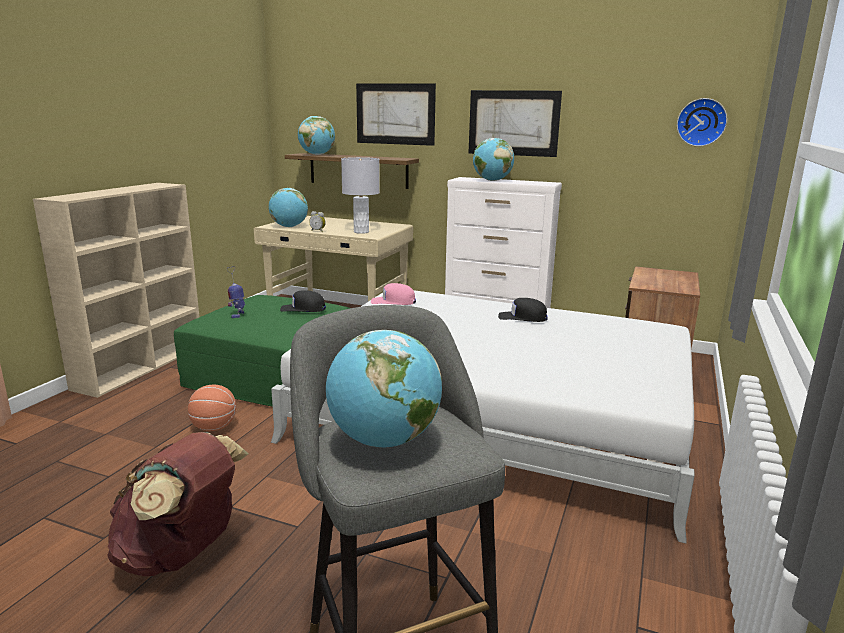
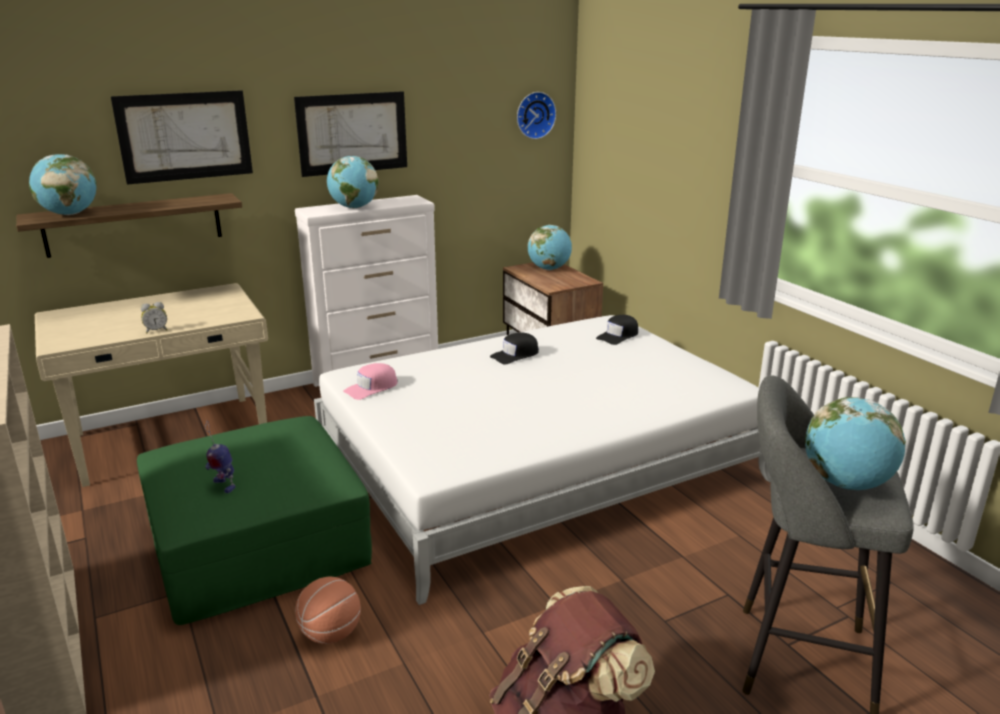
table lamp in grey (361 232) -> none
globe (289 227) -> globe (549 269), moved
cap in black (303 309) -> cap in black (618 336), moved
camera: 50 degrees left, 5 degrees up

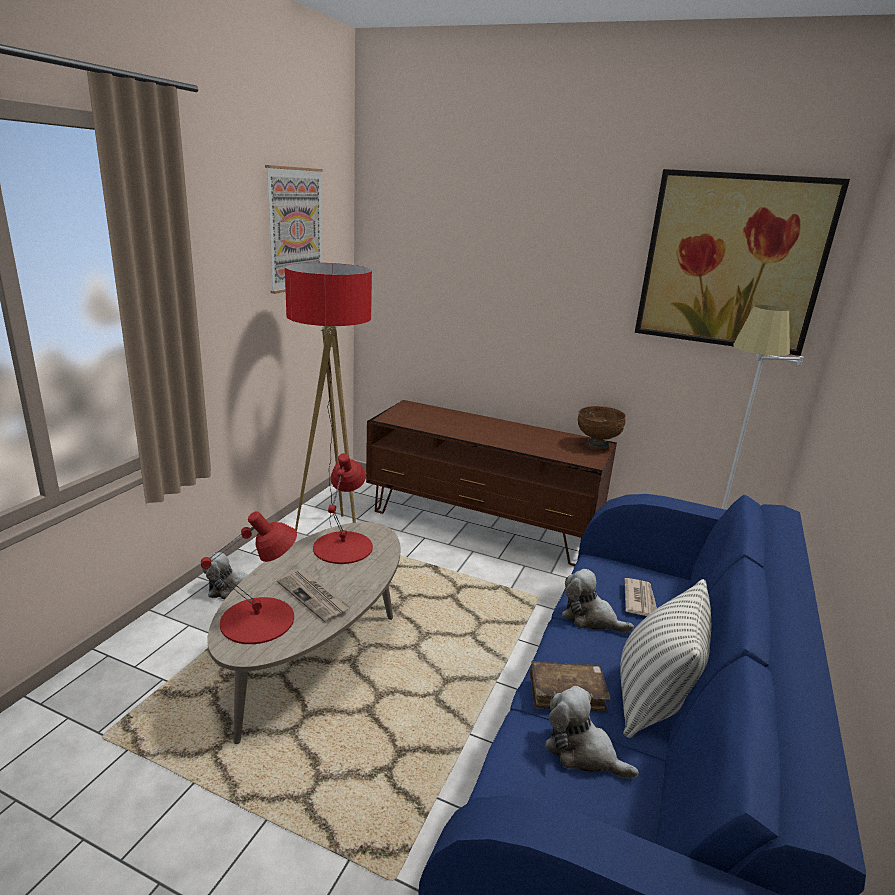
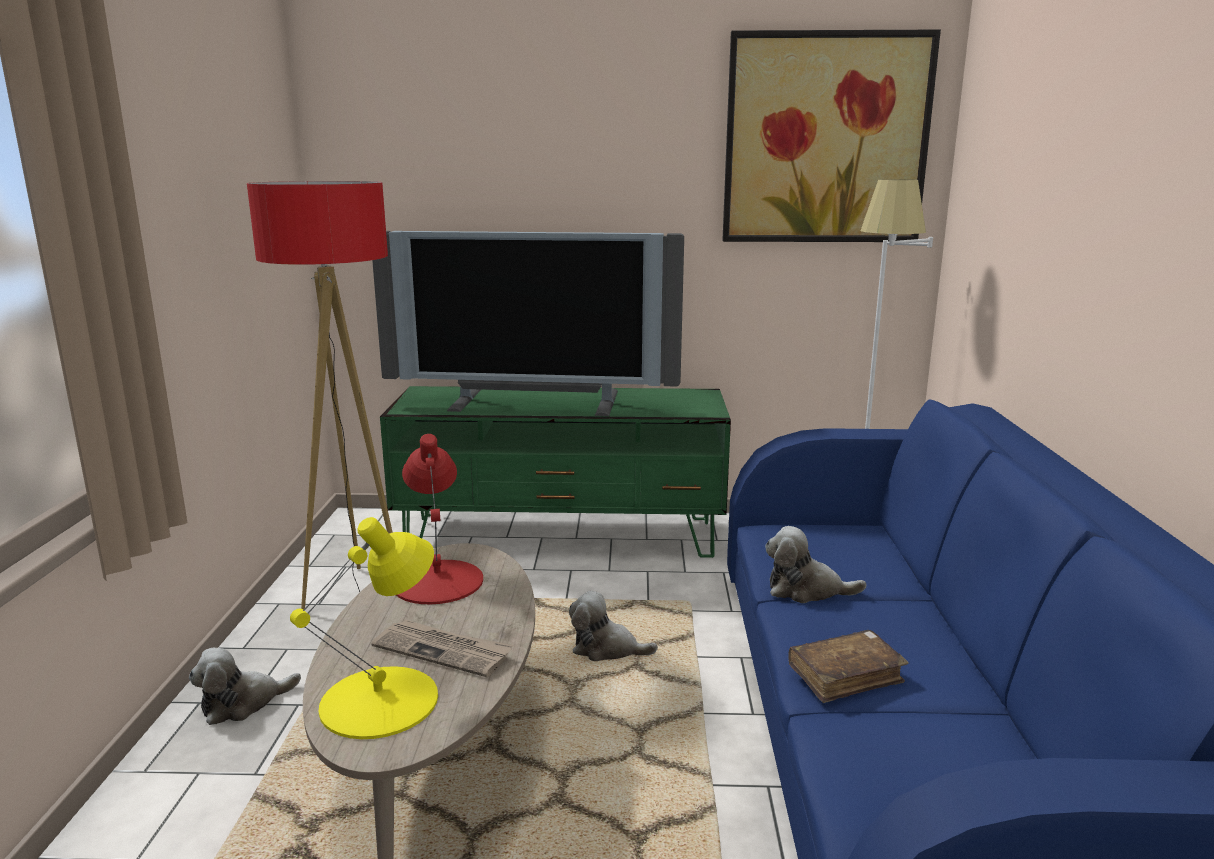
picture (295 229) -> none
bowl in brown (597 446) -> none
pillow (653 700) -> none
newspaper (640 600) -> none
none -> television (533 405)
plush toy (582 752) -> plush toy (606 649), moved
table lamp in red (259 620) -> table lamp in yellow (381 701)
tv stand in brown (482 524) -> tv stand in green (562 536)
camera: 20 degrees left, 5 degrees down

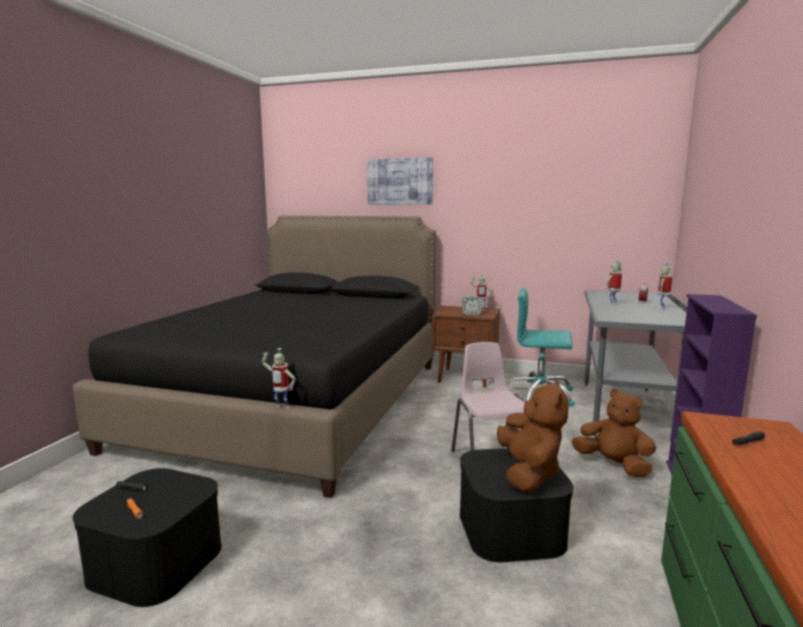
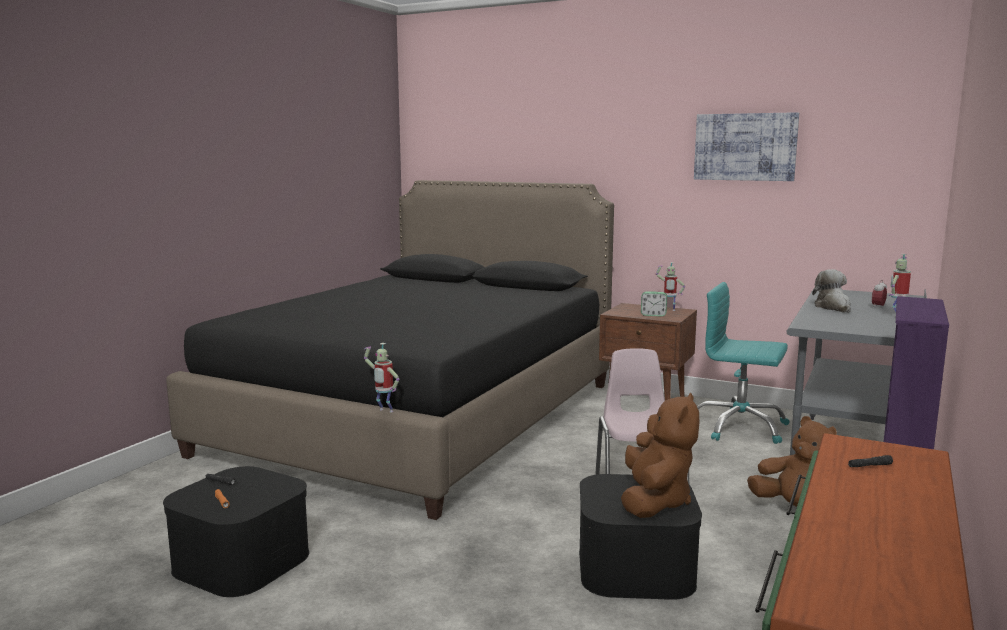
picture (400 181) -> picture (745 147), moved
toy robot (612 304) -> plush toy (833 307)
camera: 10 degrees right, 0 degrees up

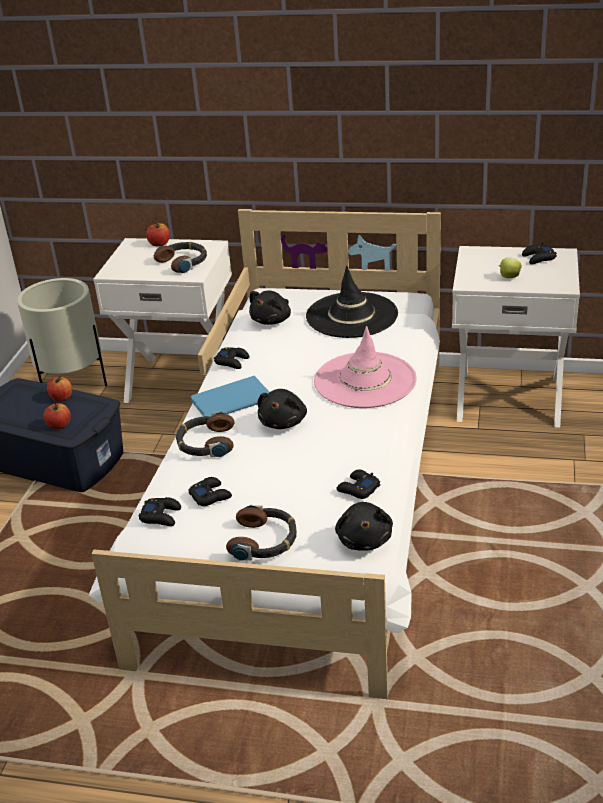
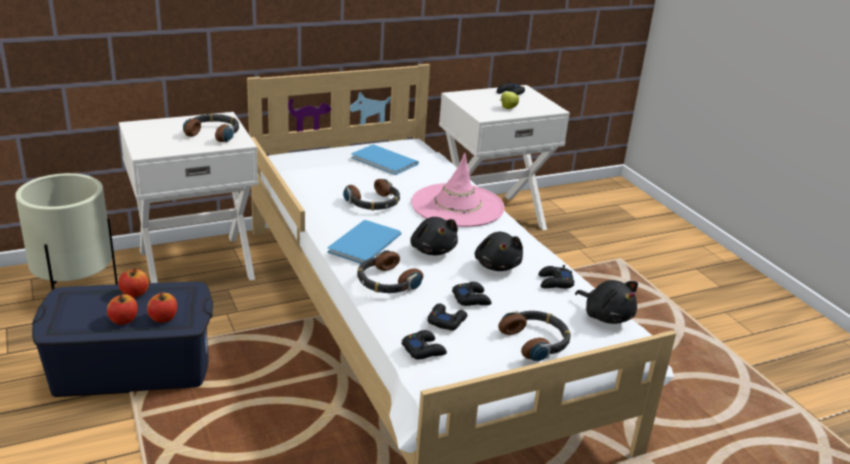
none -> headphones (373 203)
apple (159 244) -> apple (124 320), moved
game controller in black (232 361) -> game controller in black (471 299), moved
plush toy in black (272 320) -> plush toy in black (497 265), moved
hat in black (352 316) -> book in blue (384 162)
camera: 40 degrees left, 5 degrees down

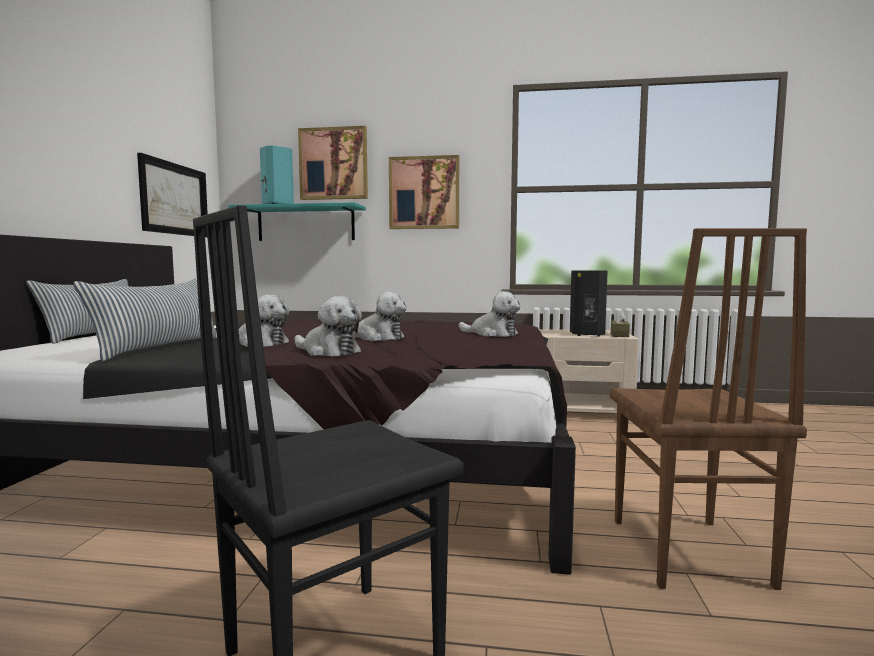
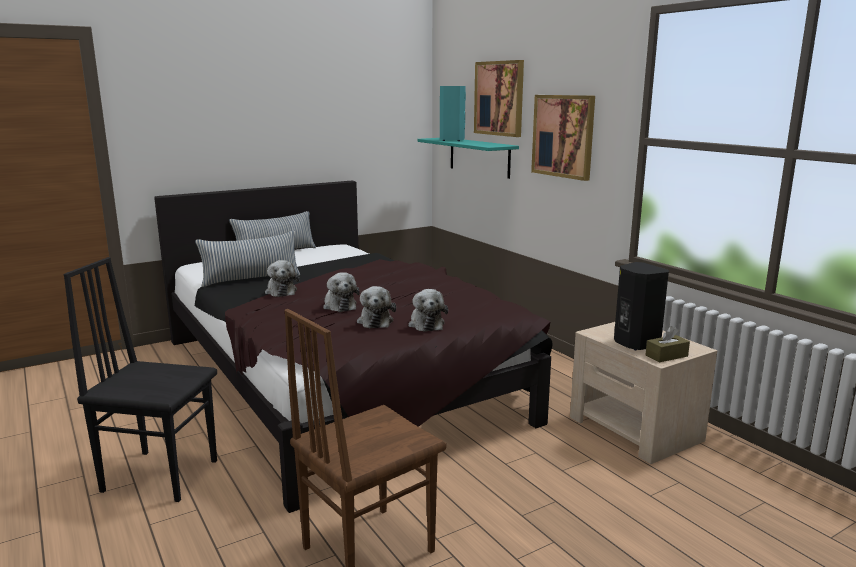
picture (174 199) -> none
plush toy (328 351) -> plush toy (375 321), moved
camera: 50 degrees right, 10 degrees up

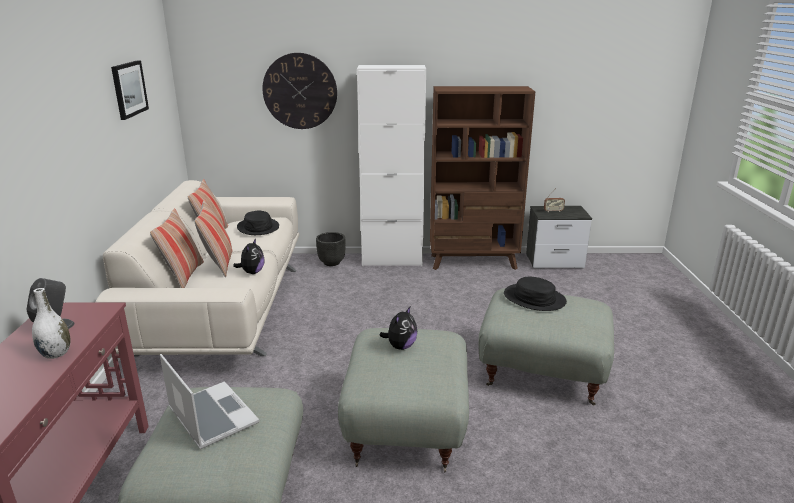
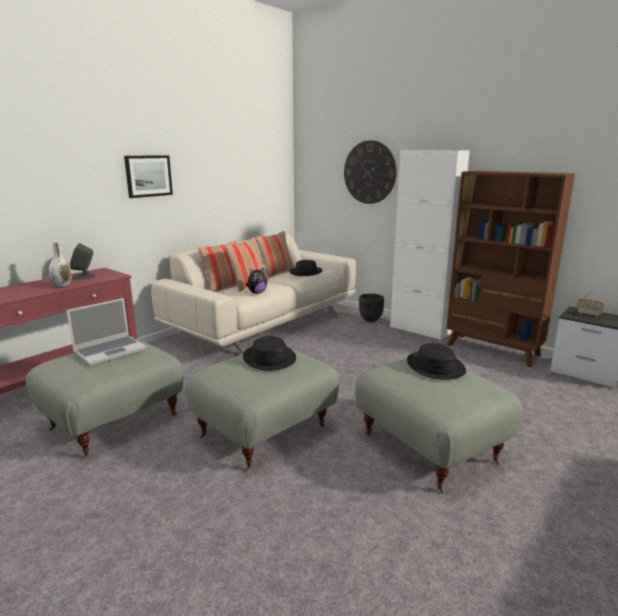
picture (129 89) -> picture (148 176), moved
plush toy (400 346) -> hat in black (269 358)
laptop (211 416) -> laptop (111 351), 45 degrees clockwise
camera: 40 degrees right, 5 degrees down

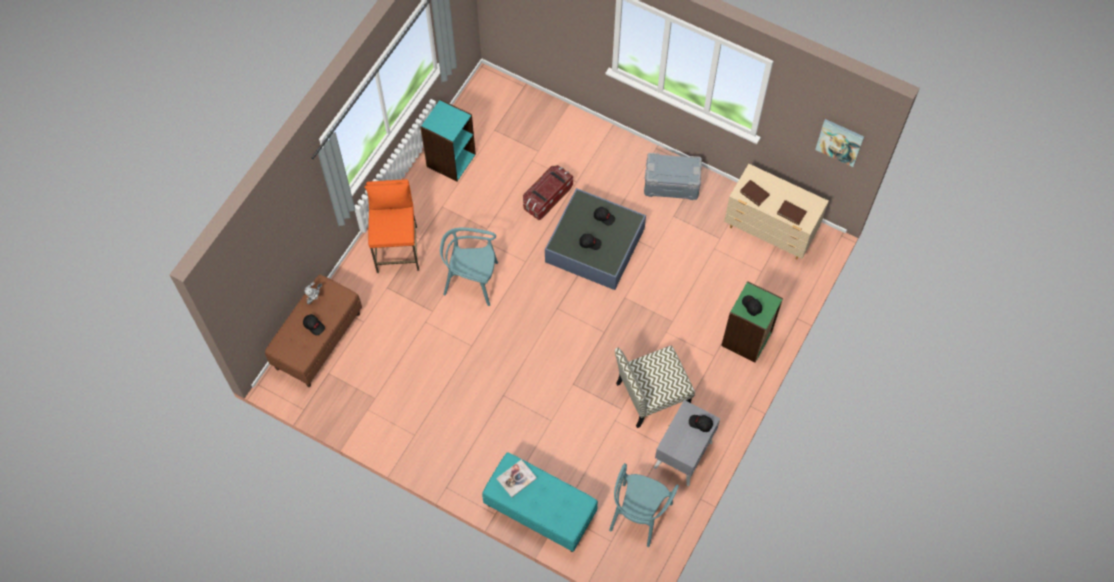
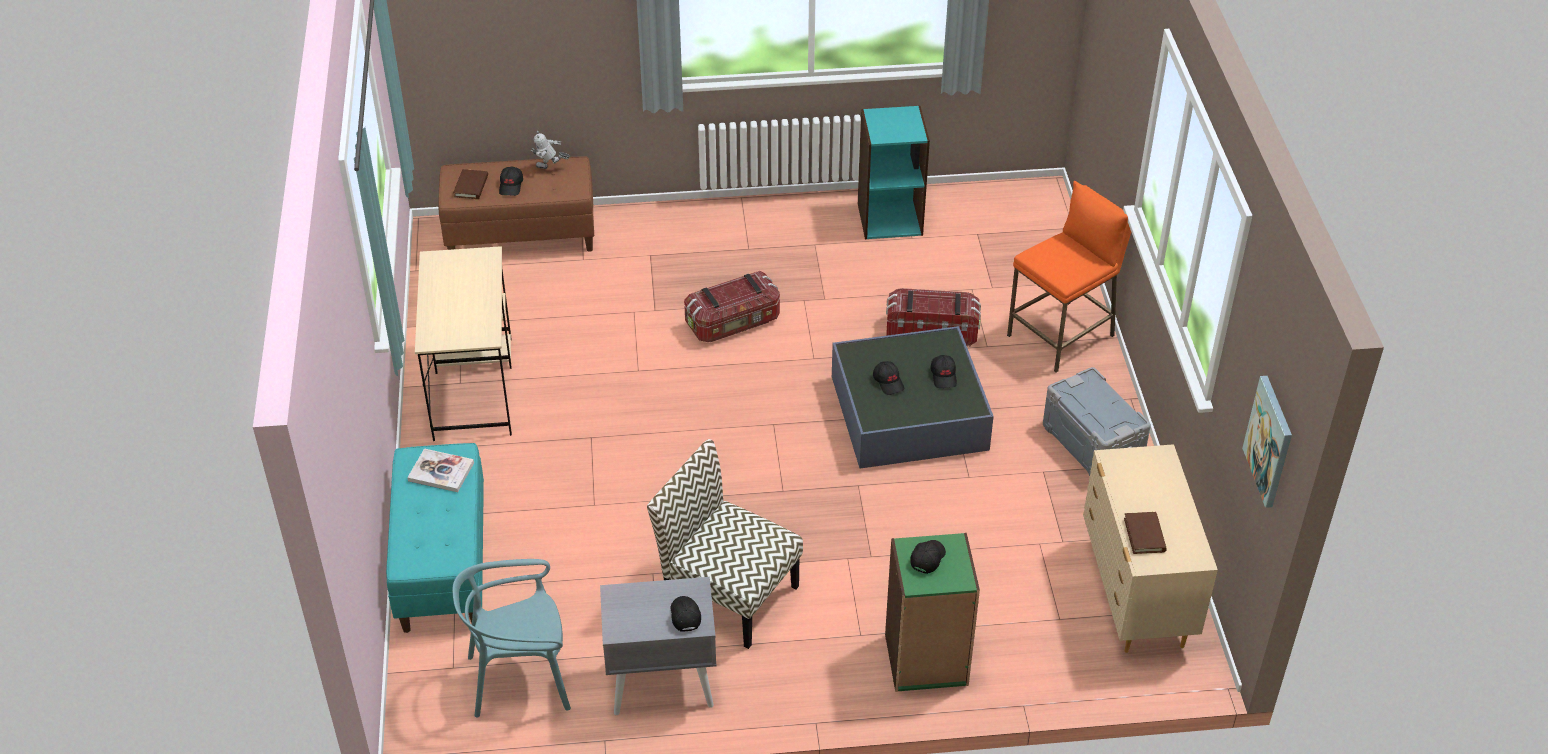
none -> desk in beige (473 387)
stool in orange (397 249) -> stool in orange (1061 336), moved
book in brown (754 193) -> book in brown (471 186), moved
chair in turquoise (471 281) -> storage box (733 323)
camera: 55 degrees right, 20 degrees down

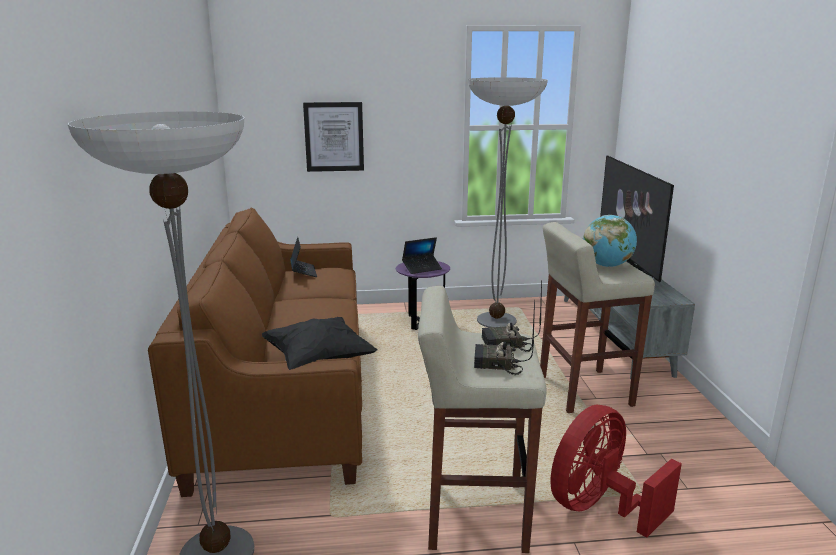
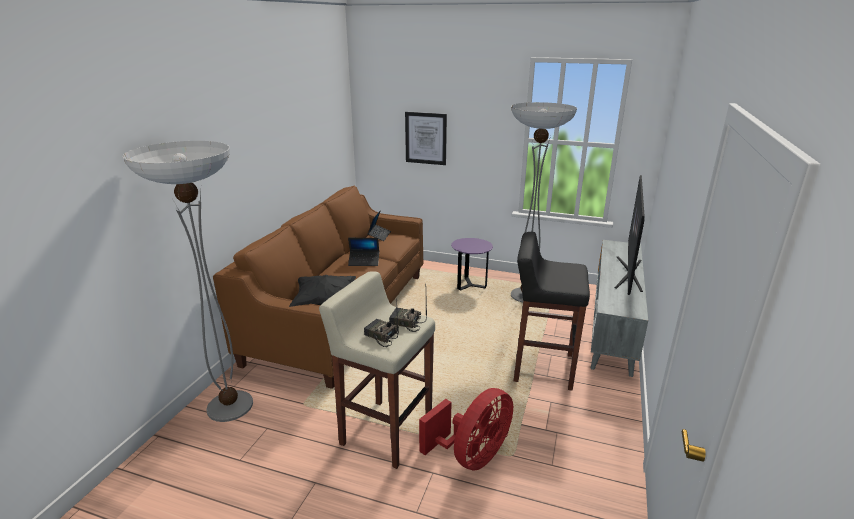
globe (607 265) -> none
laptop (422 268) -> laptop (364 261), moved
stool in beige (583 391) -> stool in black (542 367)
fan in red (599 507) -> fan in red (472 456), 150 degrees clockwise
camera: 25 degrees right, 5 degrees up

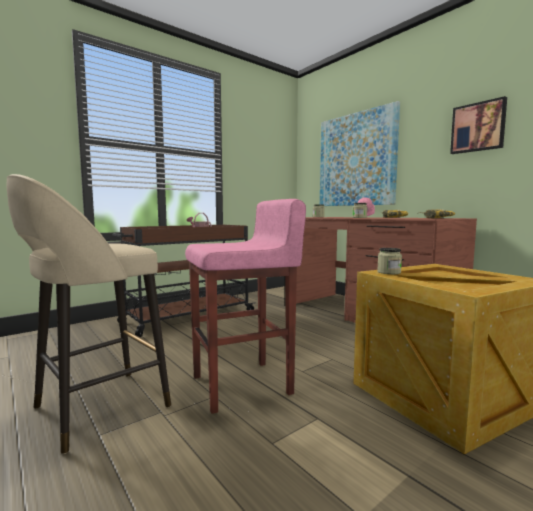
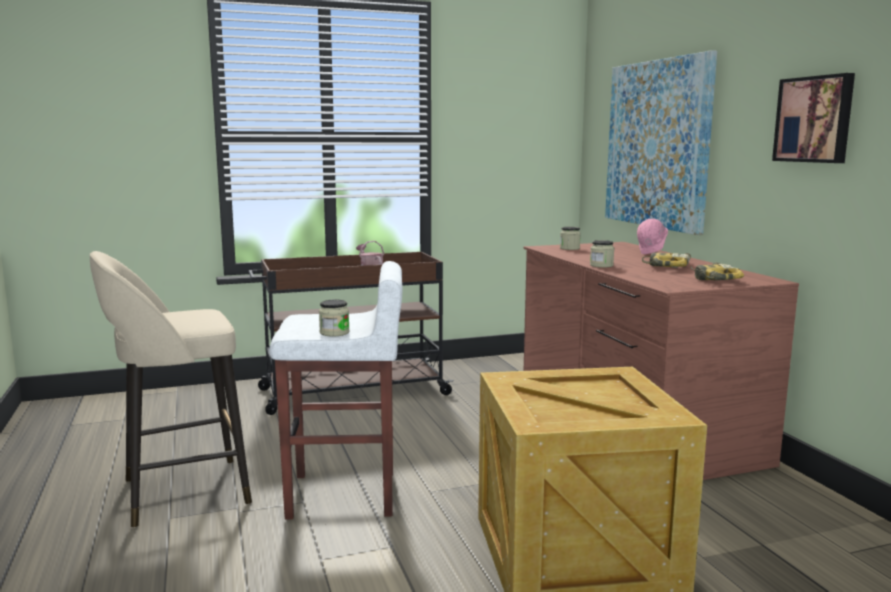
jar (389 272) -> jar (334 333), moved
stool in pink (243 385) -> stool in white (344 495)
camera: 20 degrees right, 5 degrees up

